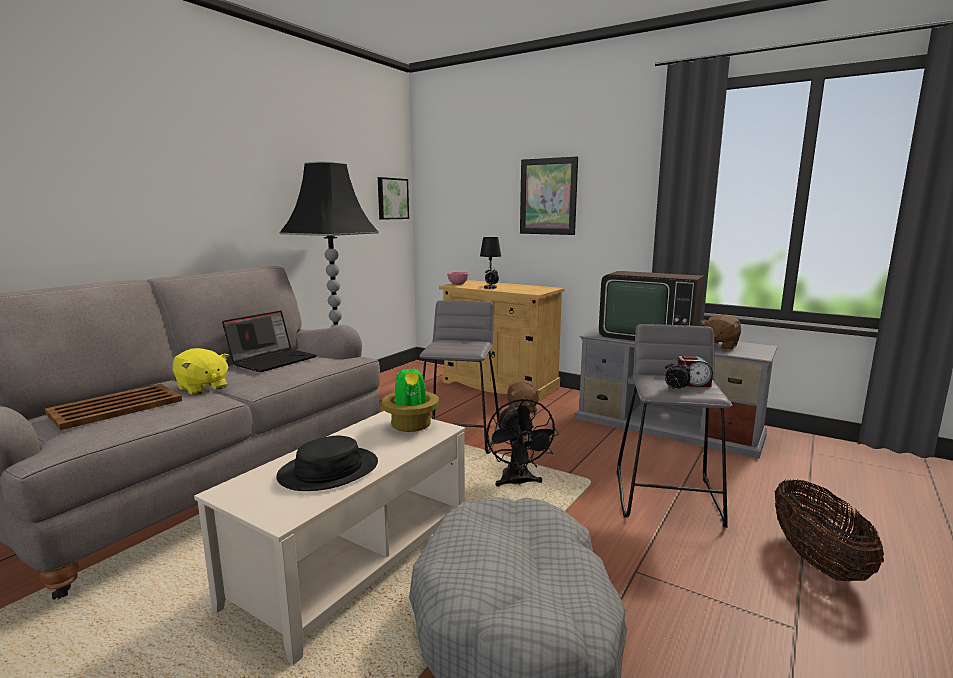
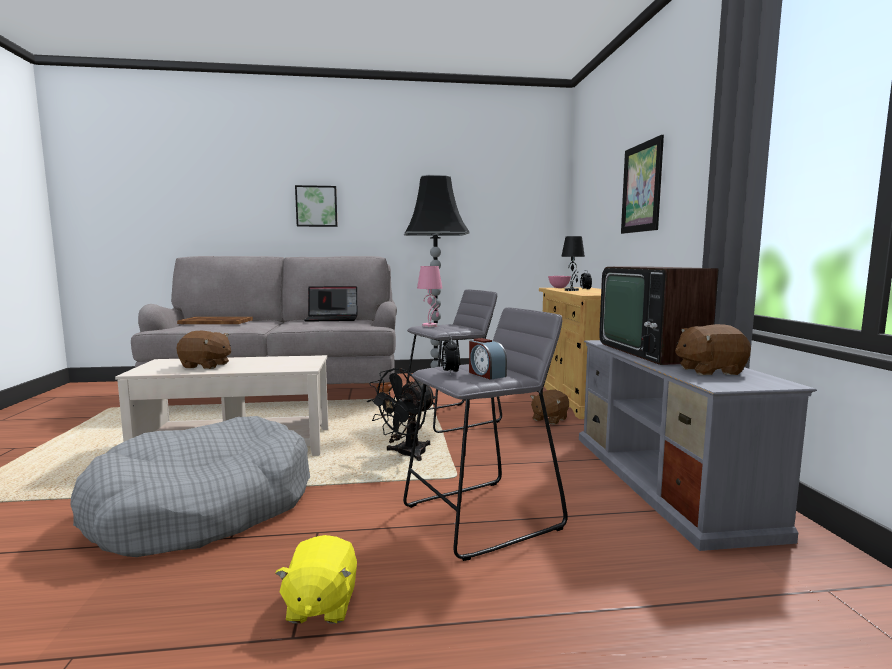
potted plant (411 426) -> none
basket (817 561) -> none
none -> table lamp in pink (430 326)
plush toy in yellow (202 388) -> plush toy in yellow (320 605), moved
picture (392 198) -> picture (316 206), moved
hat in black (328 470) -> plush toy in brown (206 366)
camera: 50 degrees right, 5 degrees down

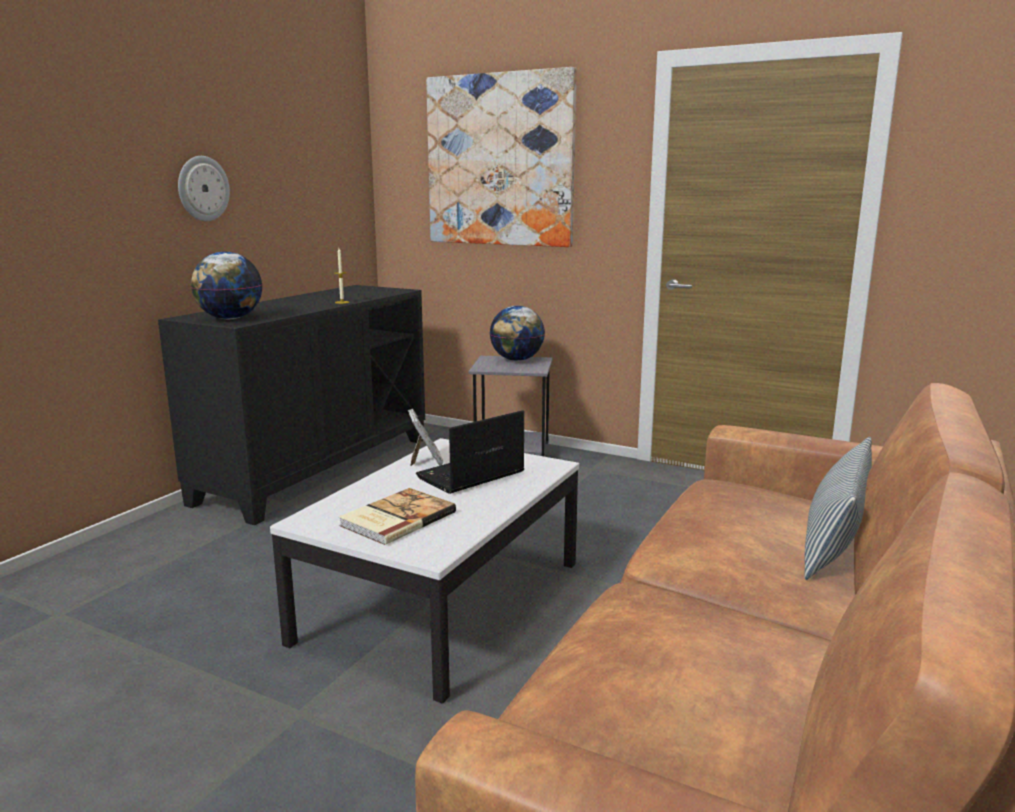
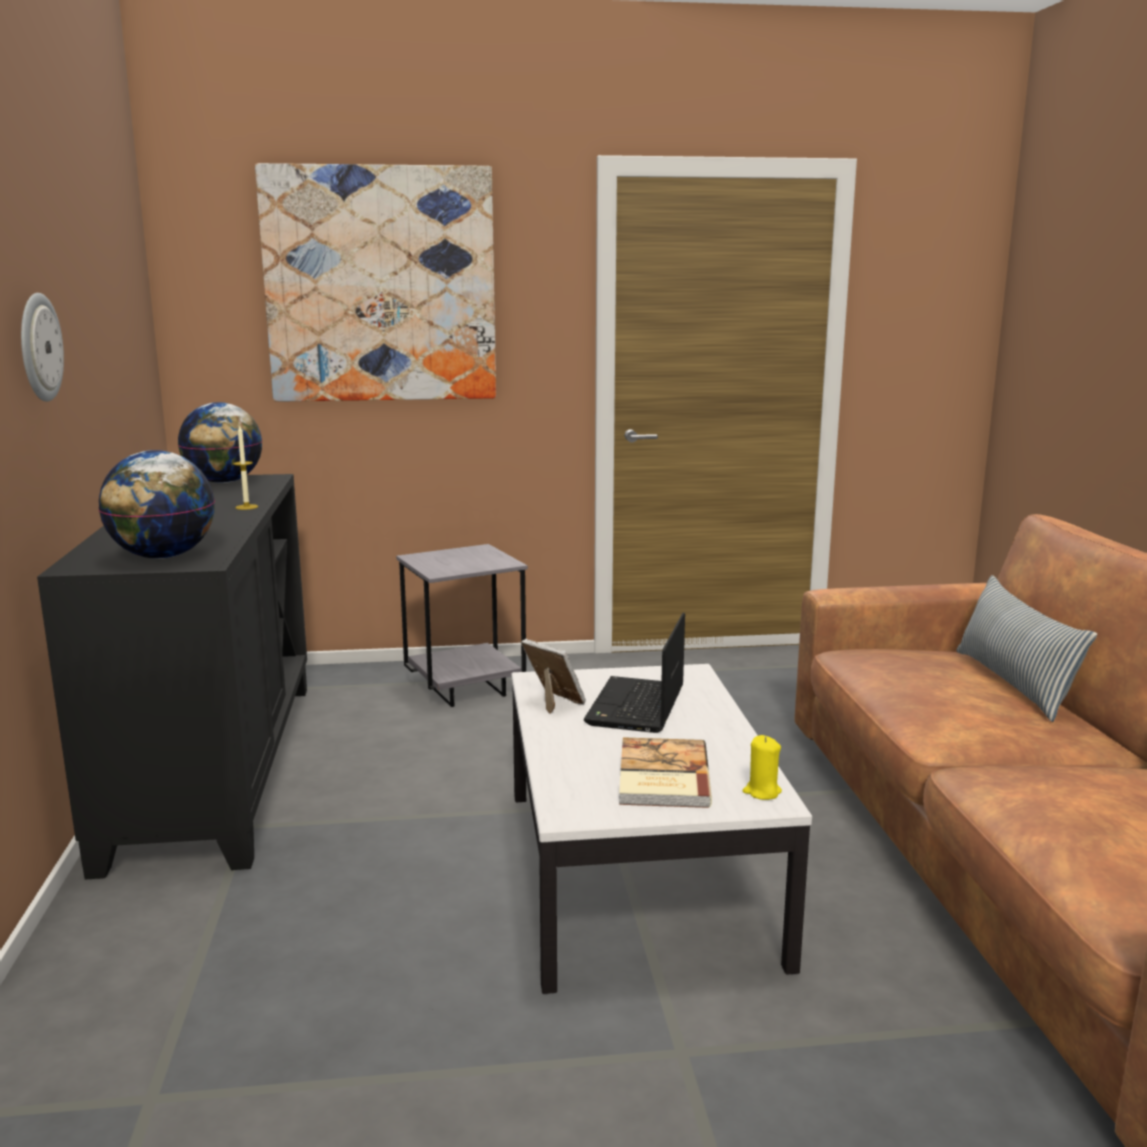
none -> candle in yellow (761 792)
globe (516 360) -> globe (223 482), moved
camera: 35 degrees left, 0 degrees up

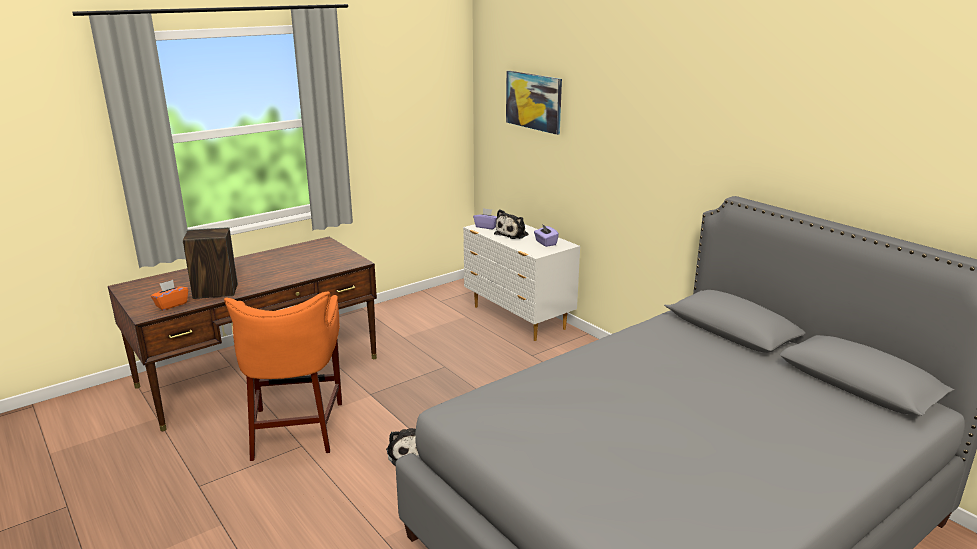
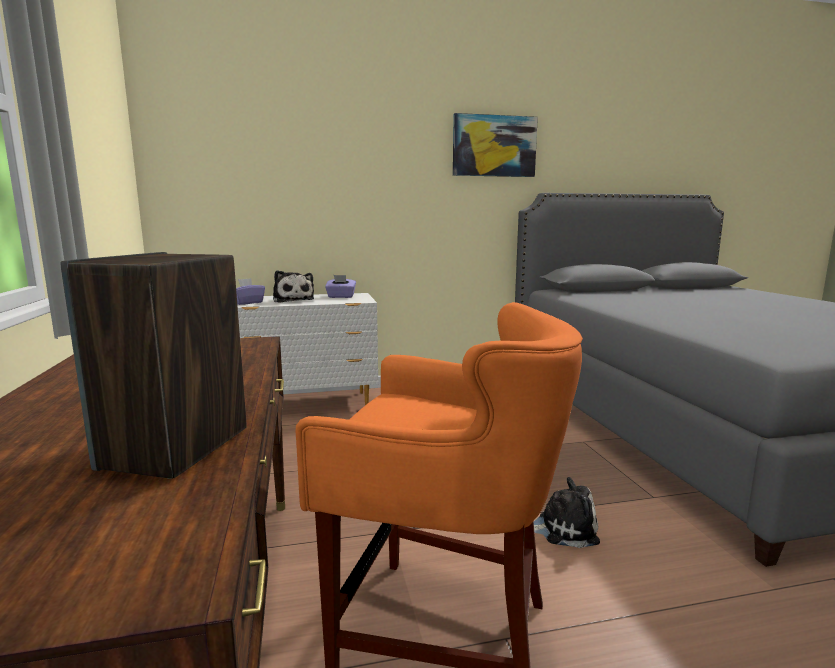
tissue box in orange (171 304) -> none
picture (534 101) -> picture (494 146), moved
camera: 65 degrees left, 10 degrees down

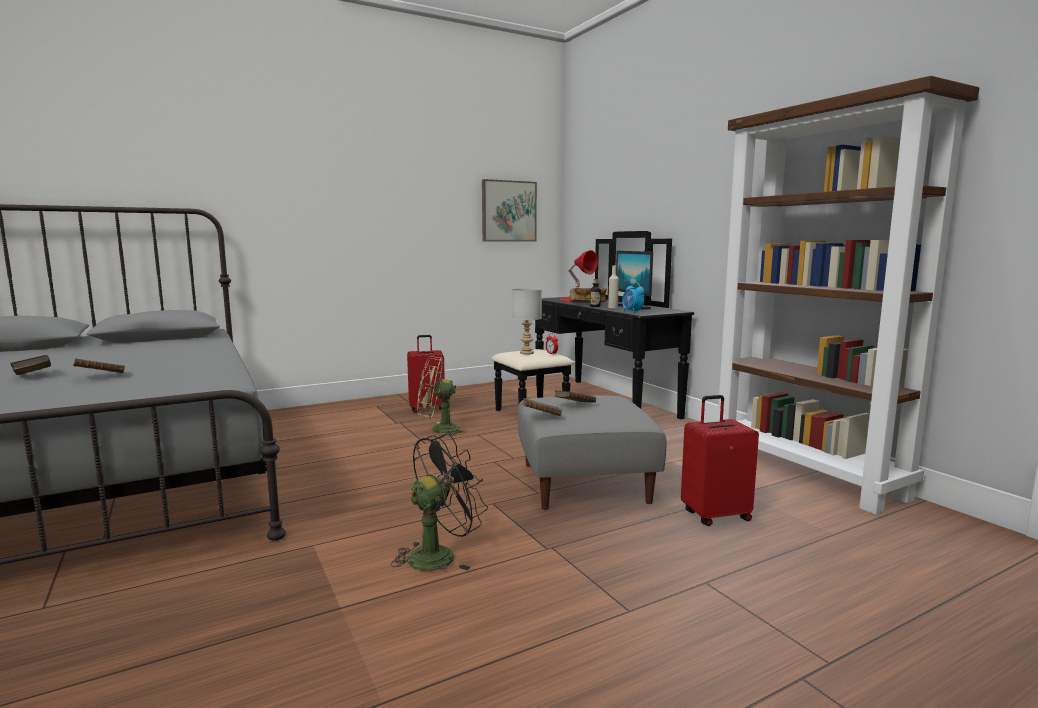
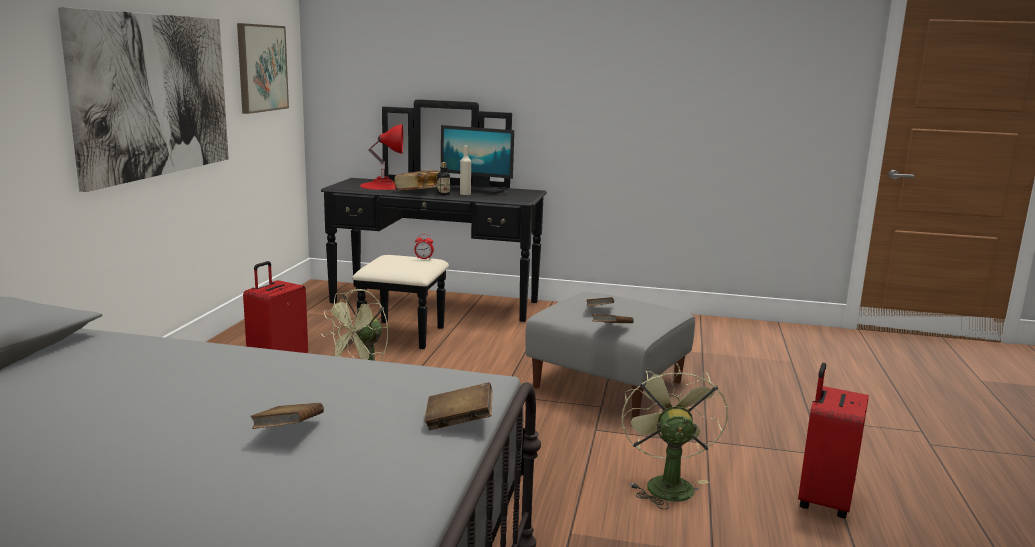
table lamp in grey (527 353) -> none
alarm clock (632 312) -> none
bookcase in brown (807 474) -> none
none -> picture (153 95)
book in brown (33 376) -> book in brown (459 422), moved
suitcase in red (715 515) -> suitcase in red (822 501), moved
fan in black (439 554) -> fan in green (666 484)
camera: 50 degrees left, 5 degrees up

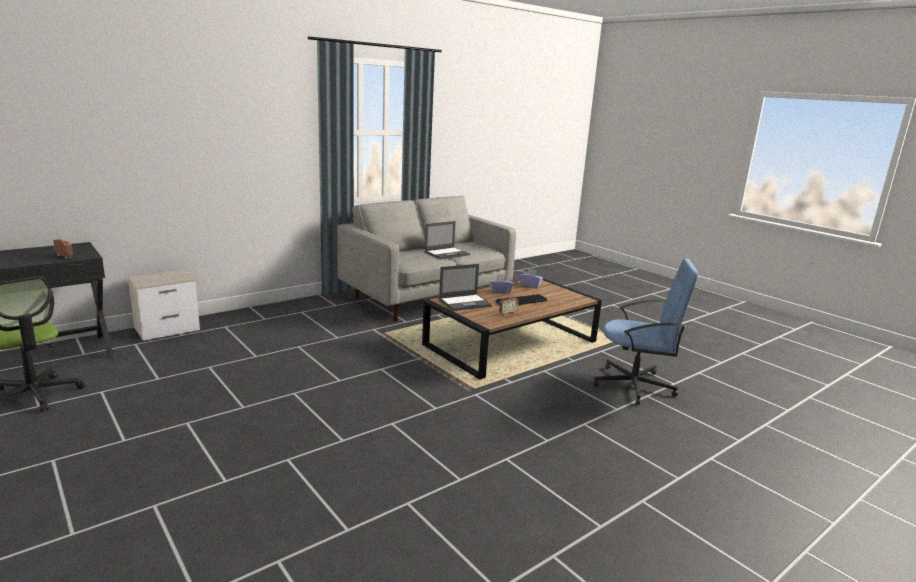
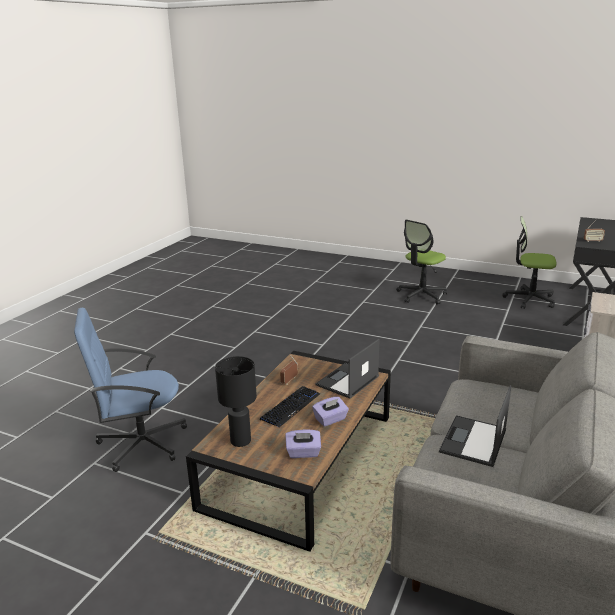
none -> table lamp in black (240 440)
none -> office chair (421 295)
camera: 155 degrees right, 5 degrees up

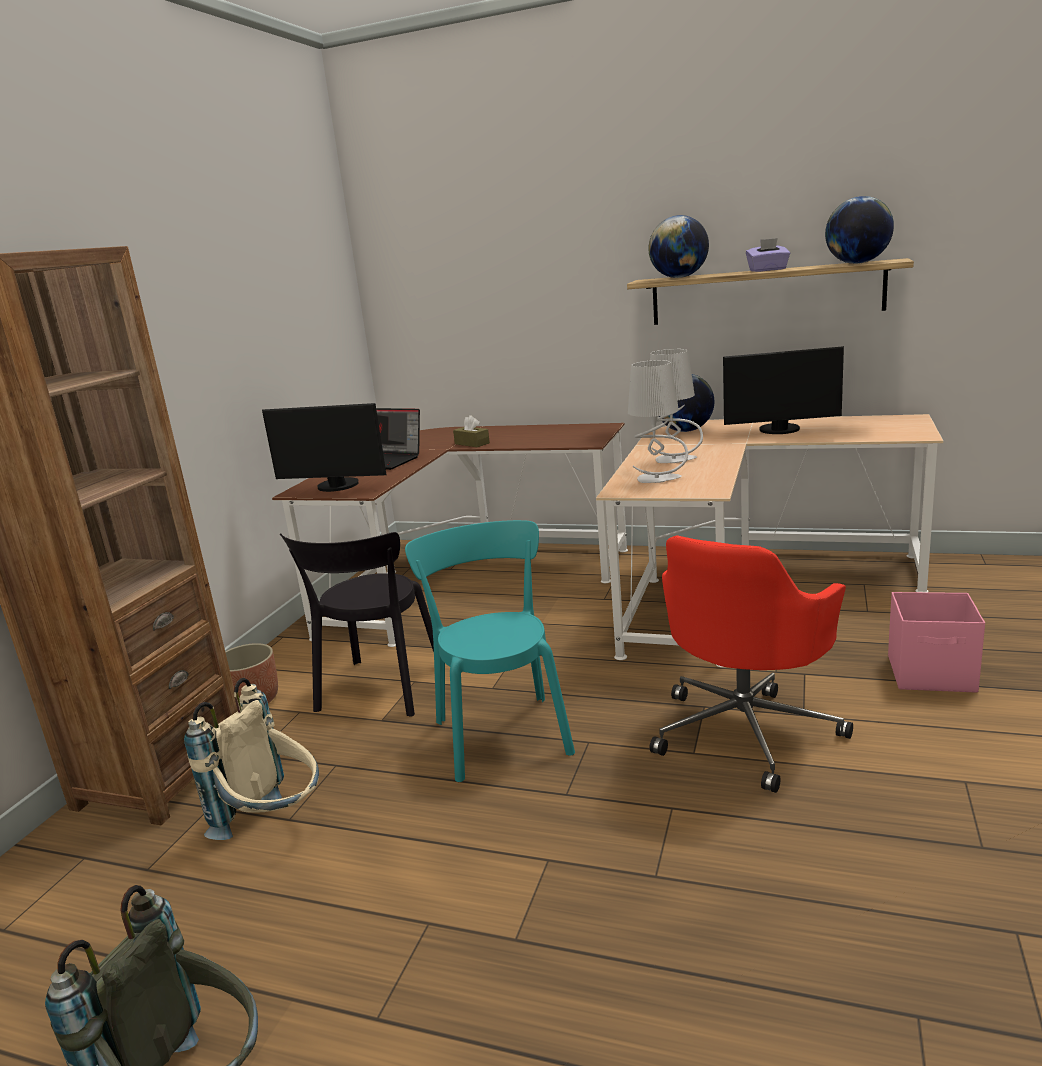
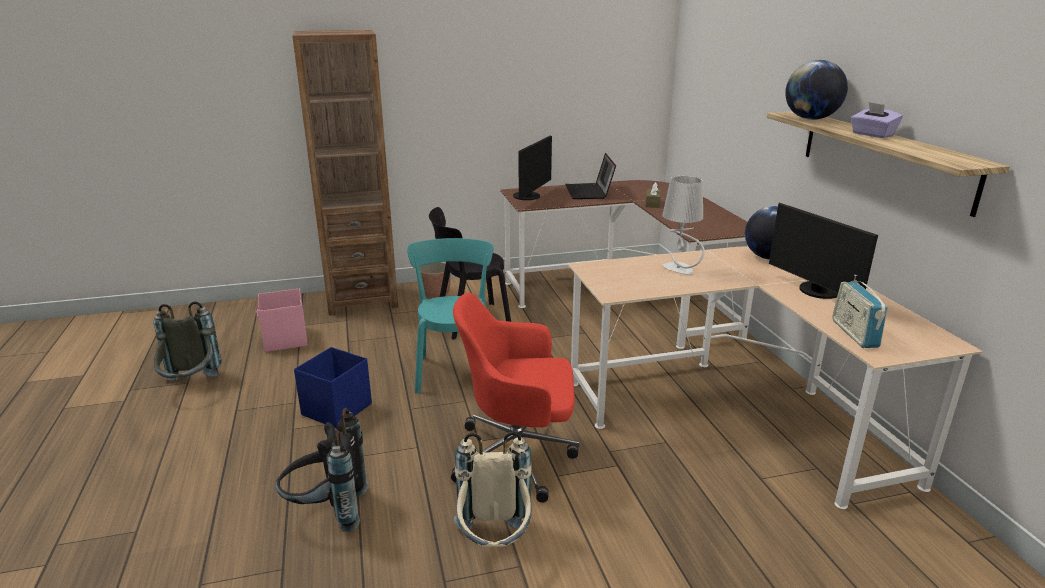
table lamp in grey (658 479) -> none
globe (857 263) -> none
none -> backpack in black (327 512)
none -> storage box in blue (338 409)
none -> radio (854 333)
backpack in beige (274 824) -> backpack in beige (494 544), moved
storage box in pink (932 674) -> storage box in pink (285 340), moved
monitor (336 487) -> monitor (529 196), 135 degrees counterclockwise
chair in turquoise (501 732) -> chair in turquoise (455 370), 45 degrees counterclockwise
camera: 55 degrees right, 5 degrees up

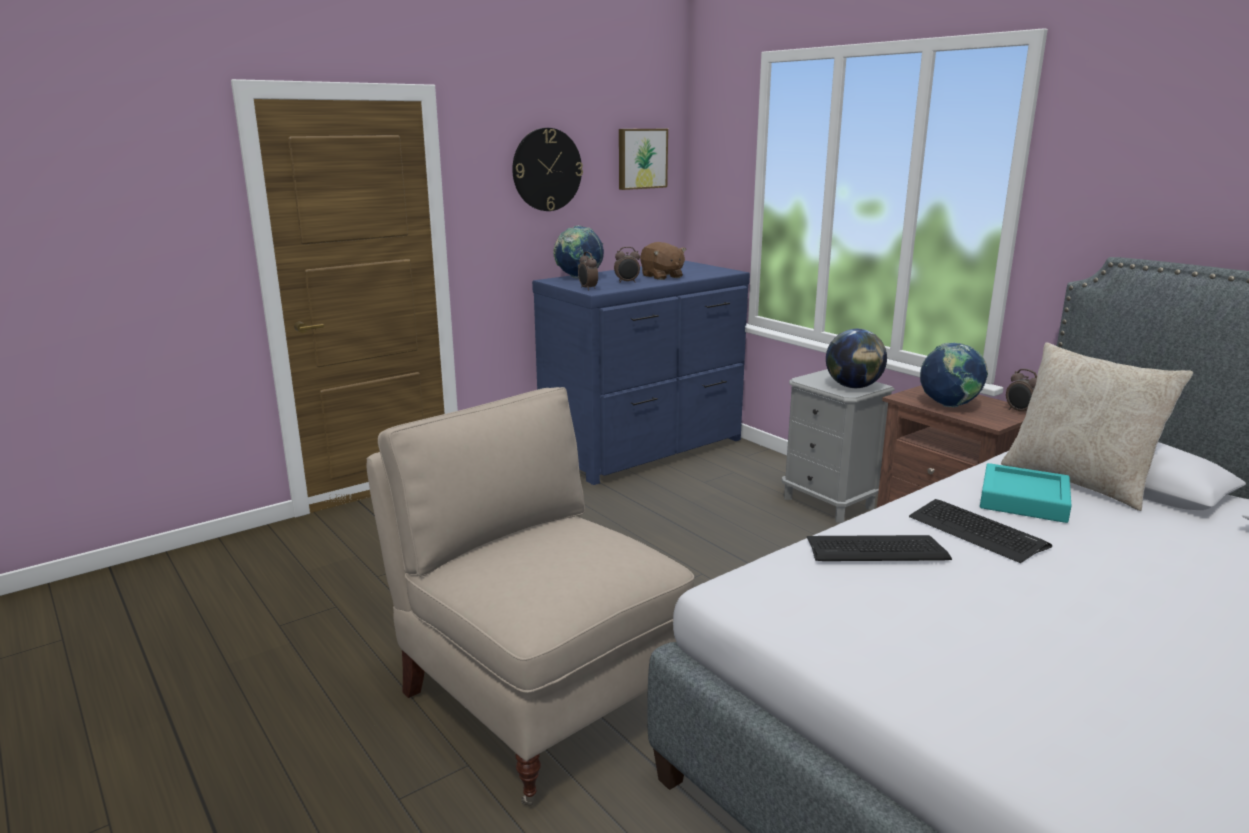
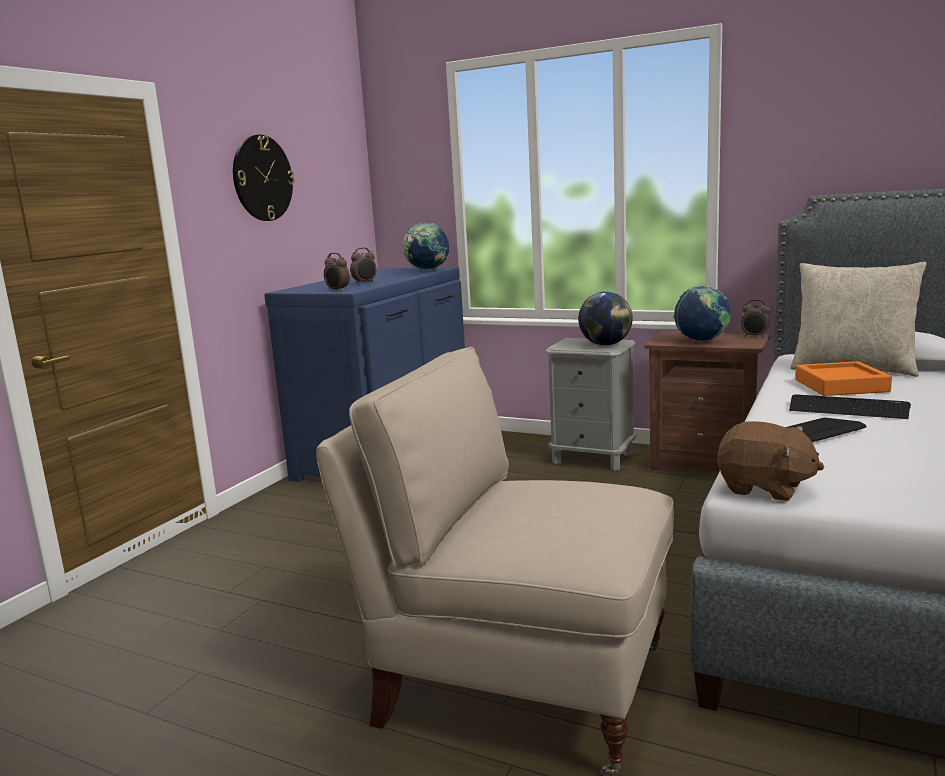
picture (641 158) -> none
globe (579 278) -> globe (427 271), moved
plush toy in brown (662 276) -> plush toy in brown (765 488), moved
tray in turquoise (1023 500) -> tray in orange (841 386)
camera: 25 degrees left, 5 degrees down

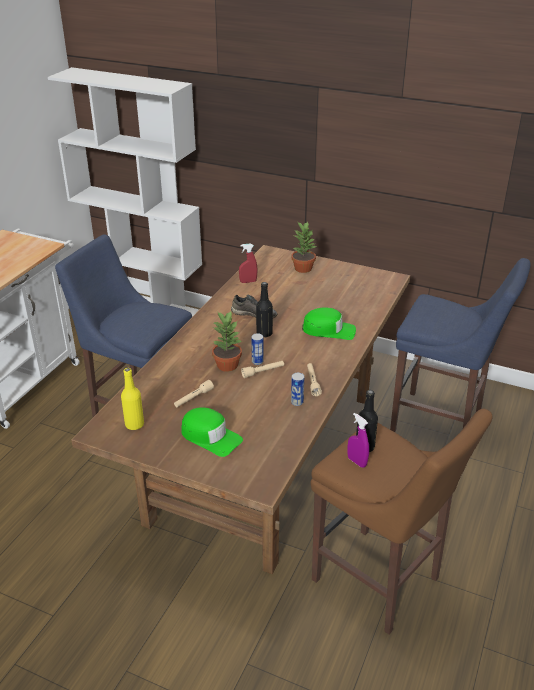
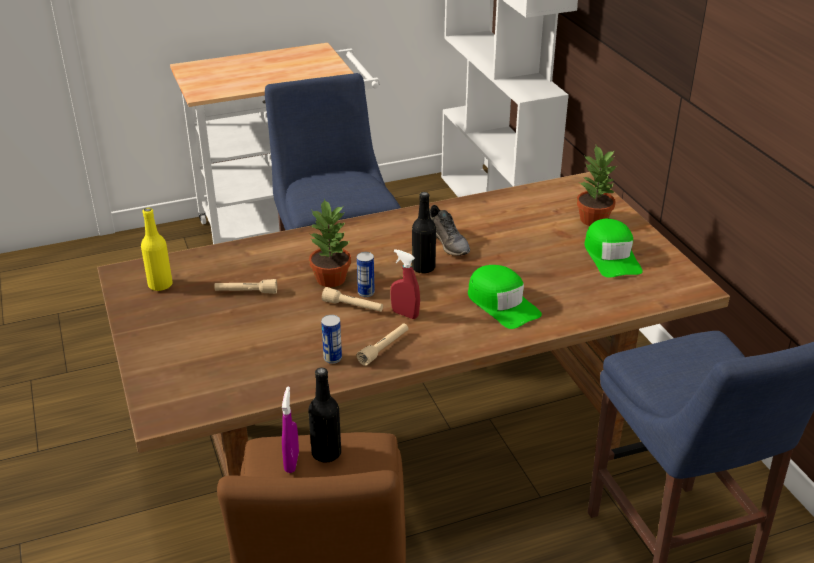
cap in green (210 437) -> cap in green (611 256), moved
spray bottle in red (248 281) -> spray bottle in red (405 314), moved
camera: 45 degrees right, 0 degrees up

